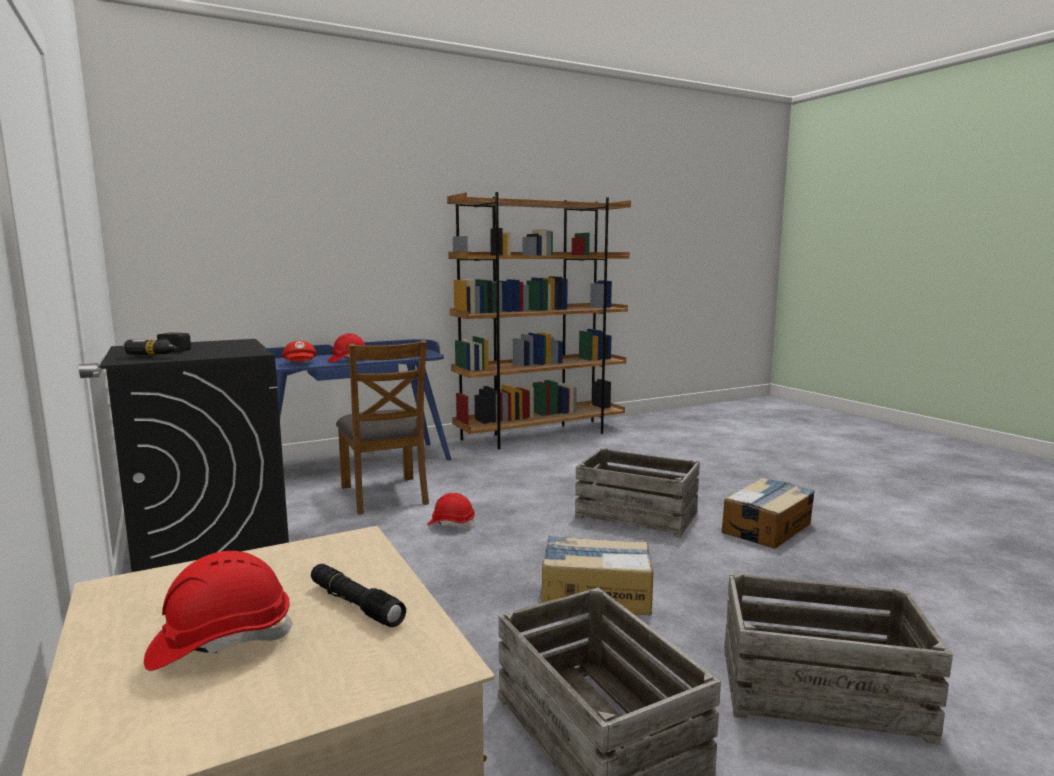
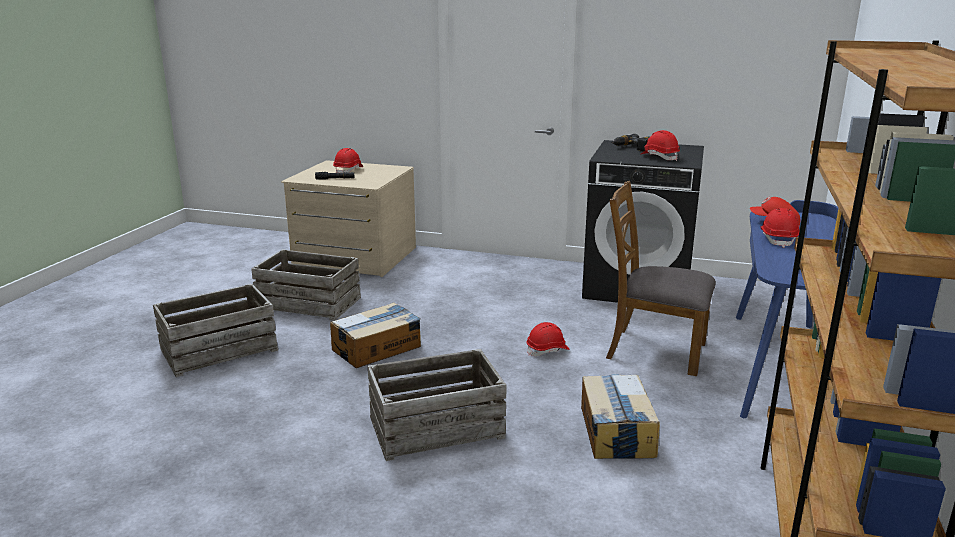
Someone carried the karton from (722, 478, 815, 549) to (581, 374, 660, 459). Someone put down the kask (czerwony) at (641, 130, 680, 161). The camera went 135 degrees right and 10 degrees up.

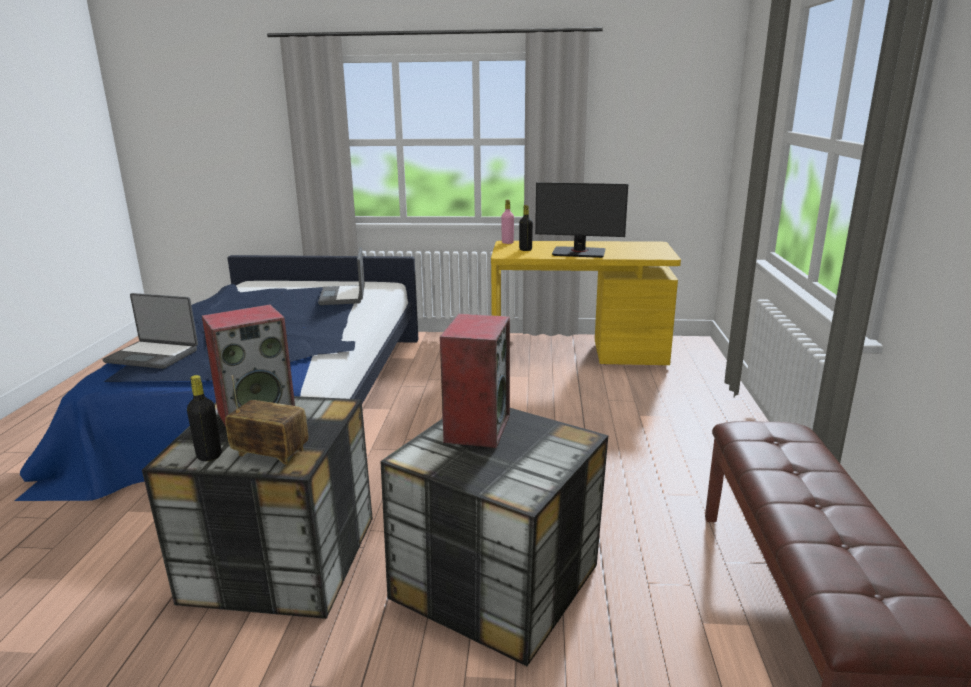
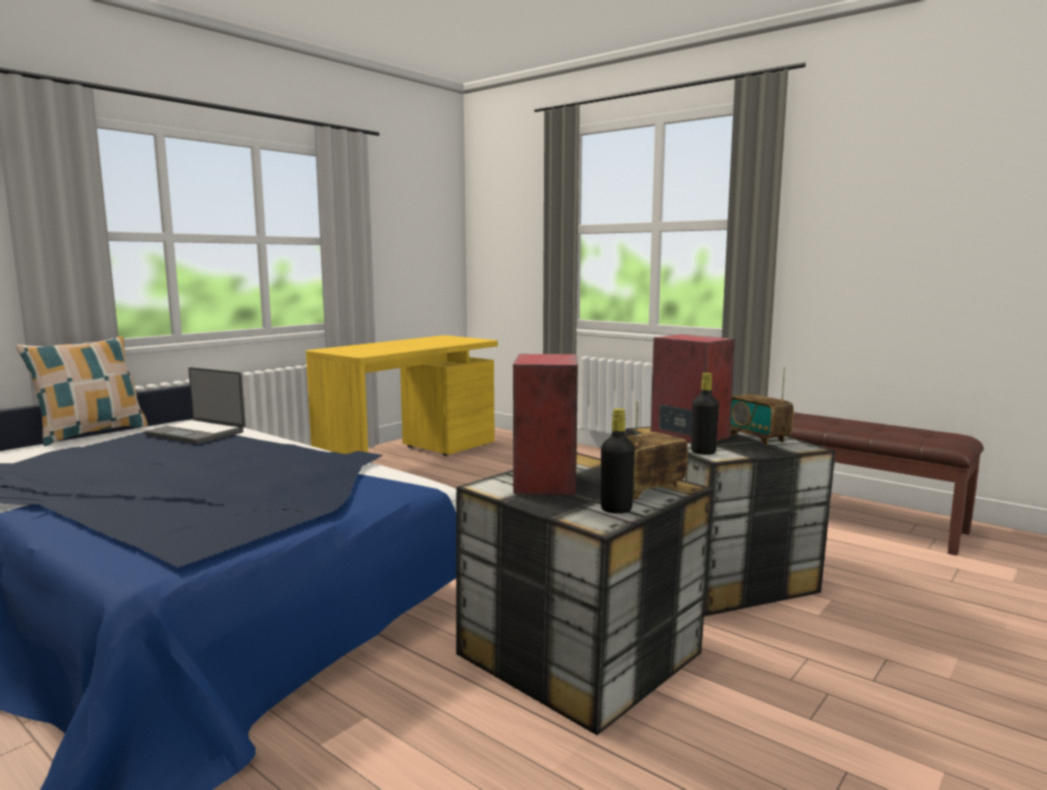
Someone put down the poduszka at (16, 336, 148, 446). Someone carried the butelka (czarny) from (519, 205, 533, 251) to (691, 373, 719, 455). Someone put down the radio at (730, 367, 794, 445). Someone took away the laptop at (102, 293, 198, 369). Someone took away the butelka (różowy) at (501, 200, 514, 244). Someone took away the monitor at (535, 182, 628, 258). The camera went 55 degrees left and 10 degrees down.

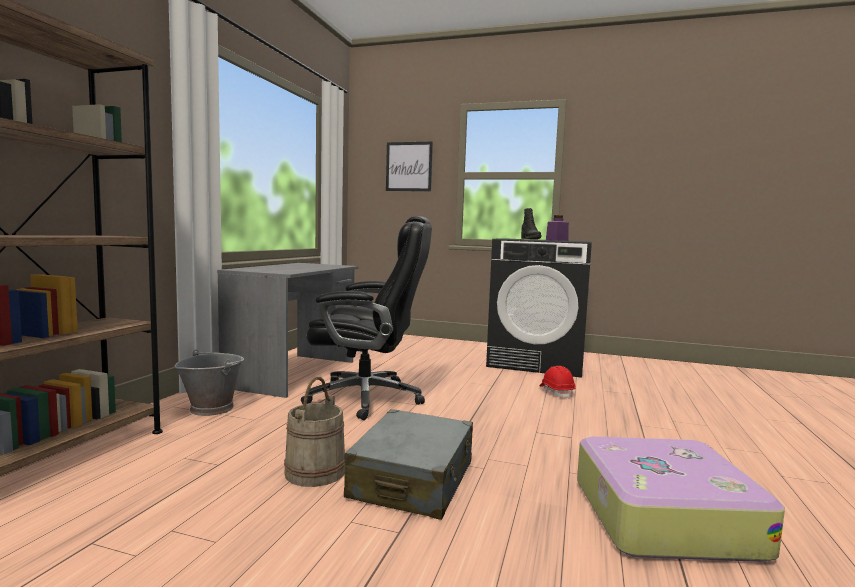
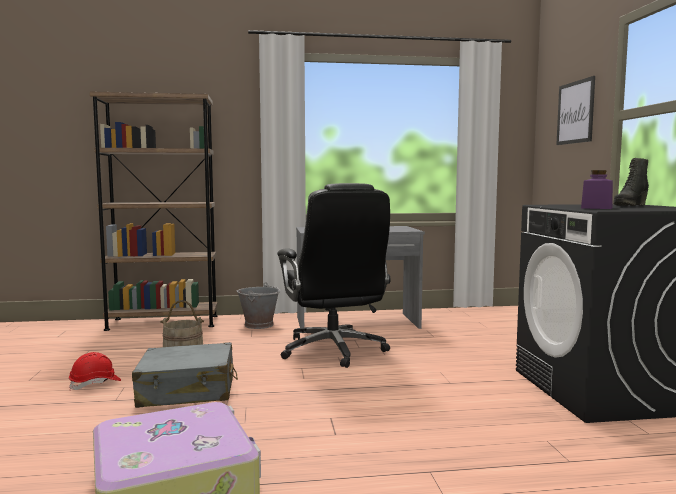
Someone carried the kask (czerwony) from (539, 366, 576, 399) to (69, 352, 121, 390). The camera went 65 degrees right and 0 degrees up.

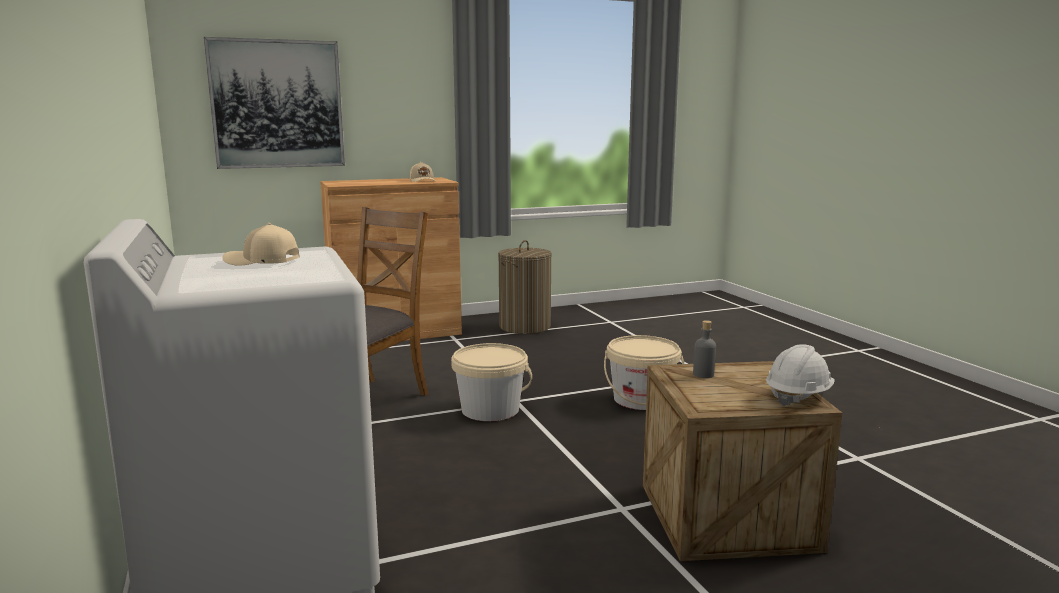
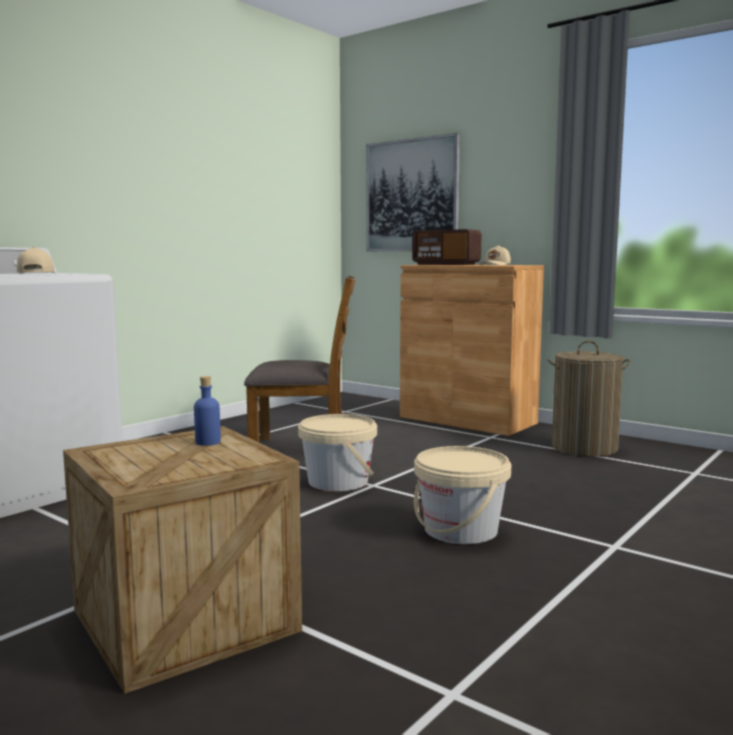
Someone repainted the butelka (szary) at (693, 320, 716, 378), which became the butelka (niebieski) at (194, 376, 221, 446). Someone put down the radio at (412, 229, 482, 265). Someone took away the kask (biały) at (766, 344, 835, 407). The camera went 60 degrees right and 5 degrees down.

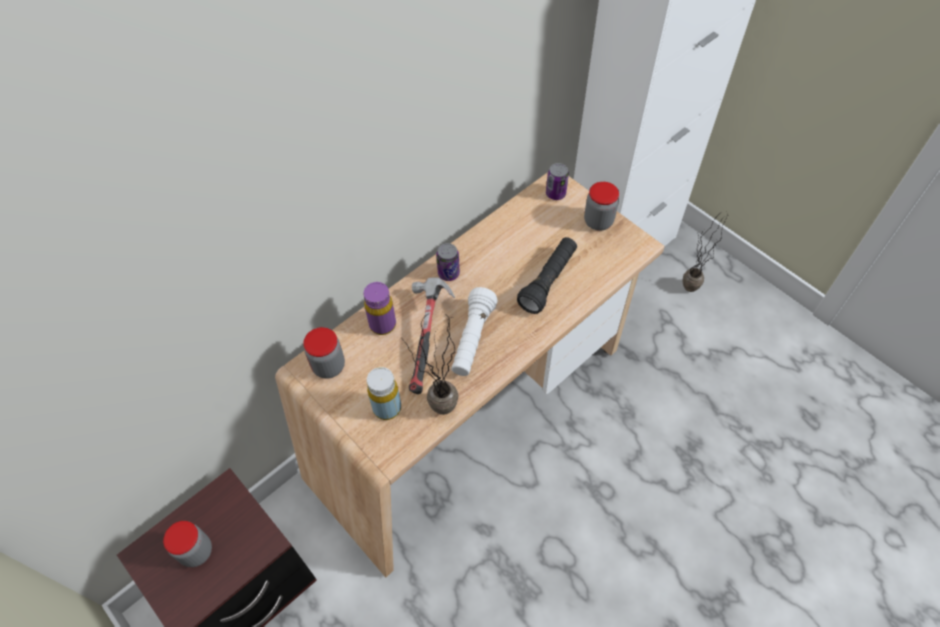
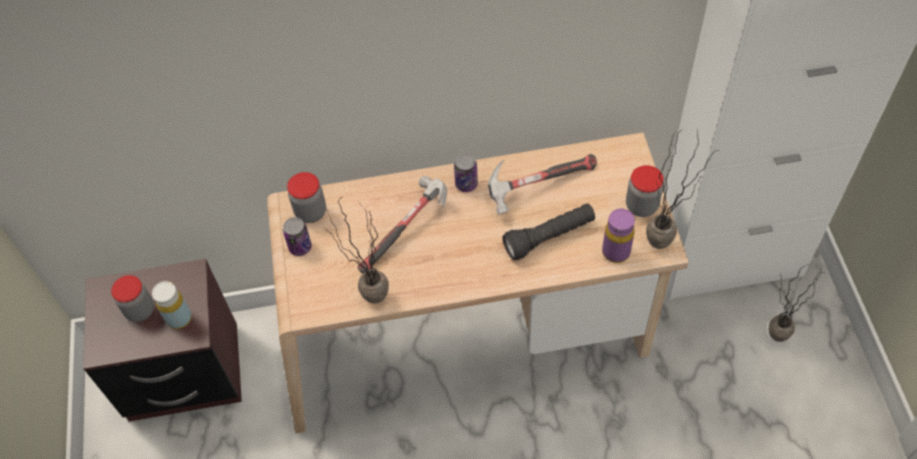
Someone carried the butelka (żółty) from (367, 367, 401, 420) to (152, 281, 192, 329). Someone carried the puszka from (546, 163, 569, 200) to (283, 217, 312, 256). Someone put down the młotek at (488, 154, 597, 215). Someone carried the butelka (fioletowy) from (363, 282, 396, 335) to (602, 209, 635, 263). Someone put down the roślina doniczkowa at (646, 129, 718, 249). Someone took away the latarka (biały) at (451, 287, 498, 376). The camera went 35 degrees right and 0 degrees up.

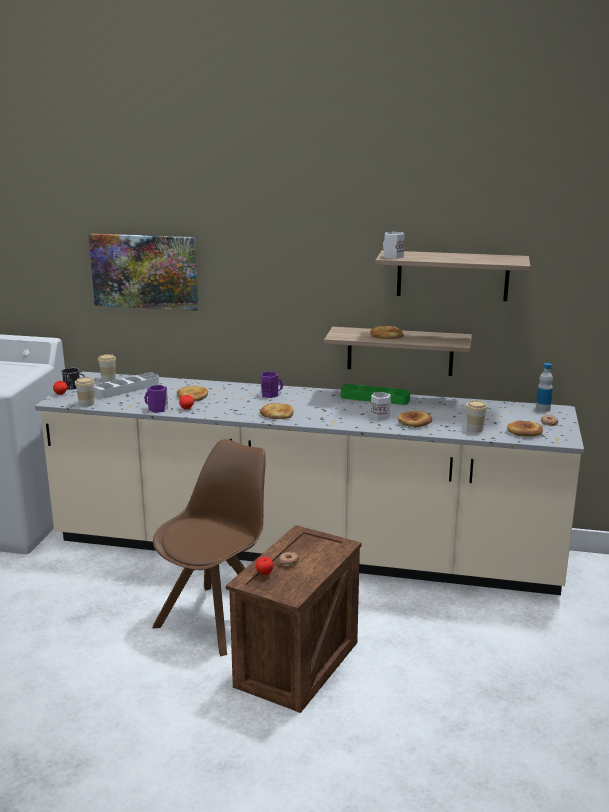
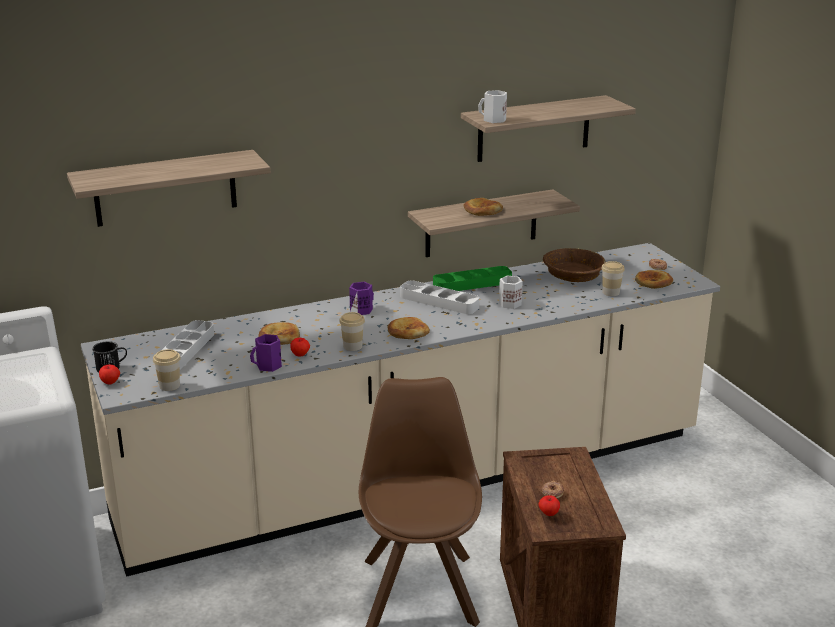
Someone swapped the obraz at (89, 233, 198, 311) for the półka at (67, 150, 271, 227). Someone carried the filiżanka from (98, 354, 116, 382) to (339, 312, 365, 351). Someone put down the taca (szary) at (400, 280, 479, 314). Someone put down the miska (brązowy) at (543, 248, 606, 282). Someone took away the chleb at (398, 411, 432, 427). Someone took away the butelka at (536, 363, 553, 412). The camera went 35 degrees left and 5 degrees up.

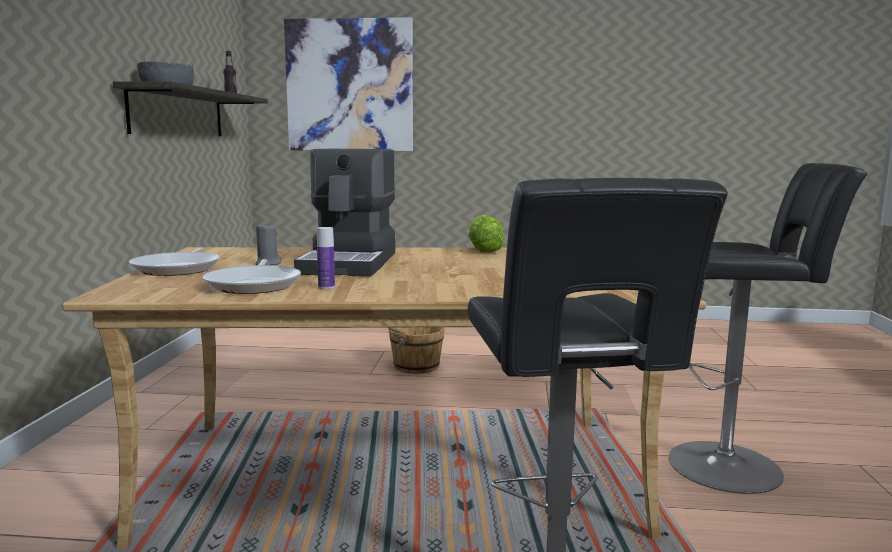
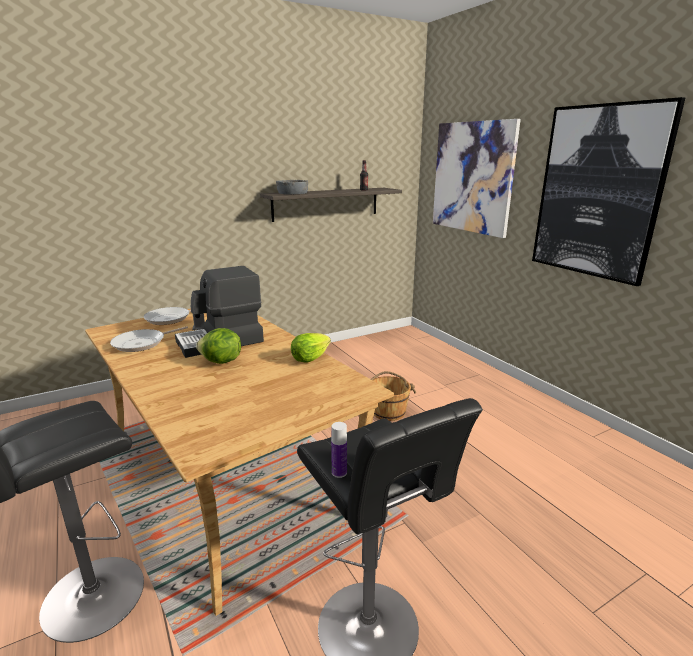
Someone put down the sałata at (196, 328, 241, 364). Someone carried the butelka from (317, 227, 335, 289) to (331, 422, 347, 478). Someone put up the obraz at (532, 97, 685, 286). The camera went 55 degrees right and 10 degrees up.

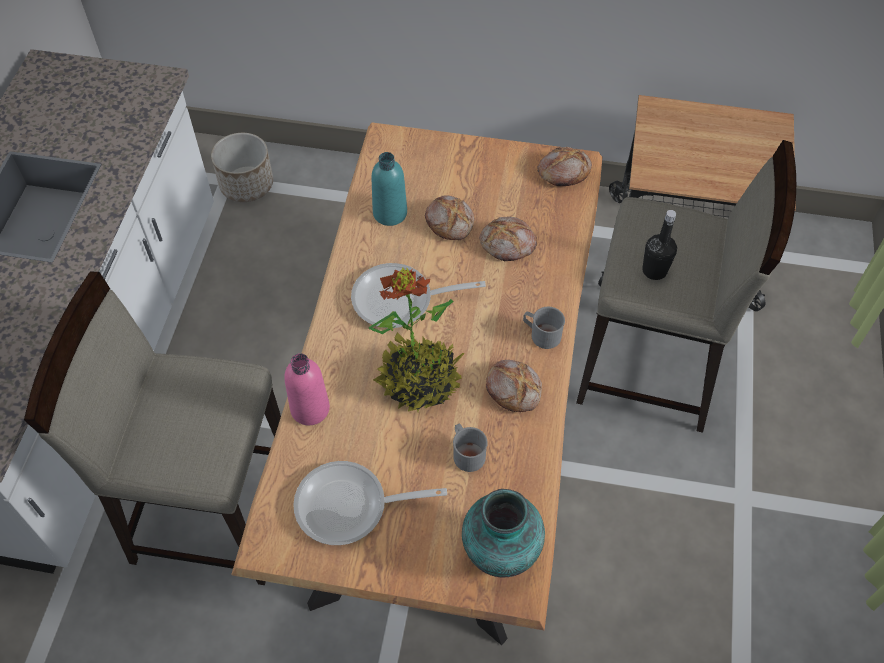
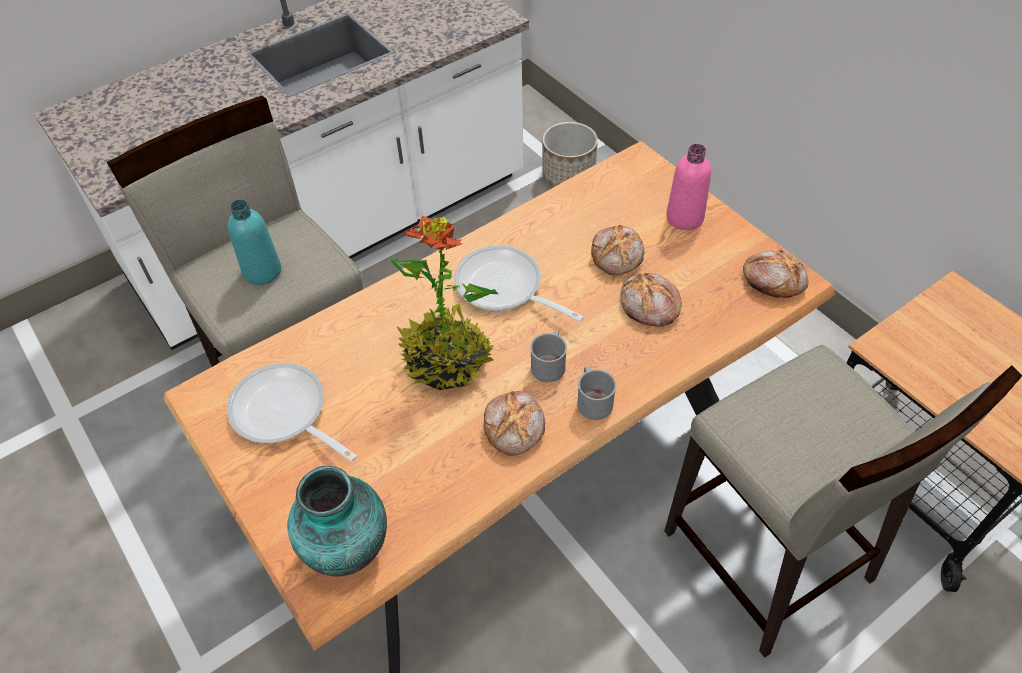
Someone carried the butelka (turkusowy) from (371, 152, 407, 226) to (228, 199, 281, 285). Someone carried the kubek (szary) from (453, 423, 488, 472) to (530, 331, 567, 382). Someone carried the butelka (różowy) from (284, 353, 330, 425) to (666, 144, 711, 230). Someone took away the butelka (czarny) at (642, 210, 677, 280). The camera went 45 degrees right and 5 degrees down.

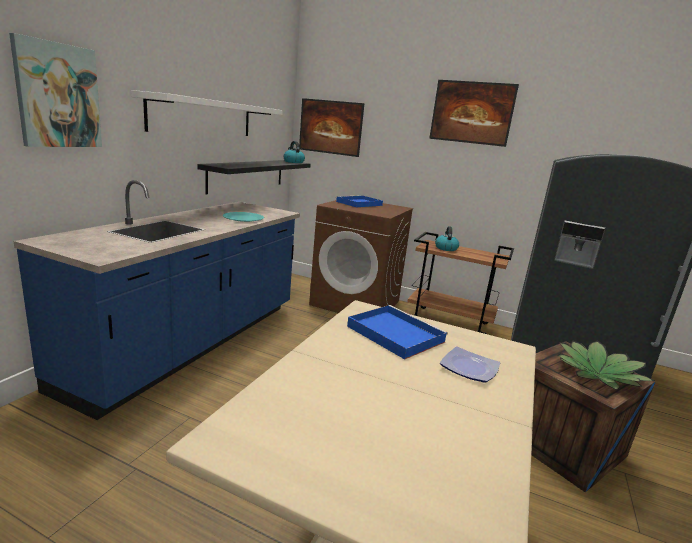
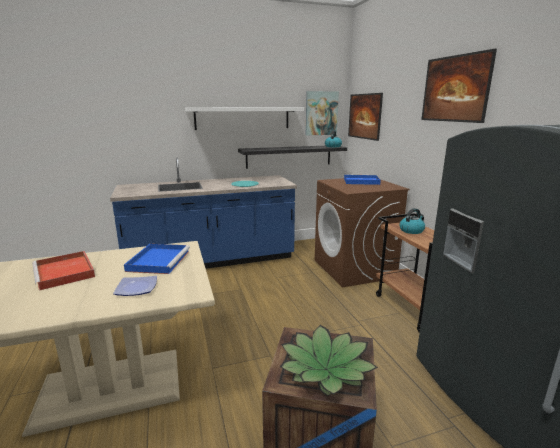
Someone put down the taca (czerwony) at (32, 251, 95, 291). Someone carried the obraz from (9, 33, 102, 147) to (306, 91, 339, 135). The camera went 50 degrees right and 0 degrees up.

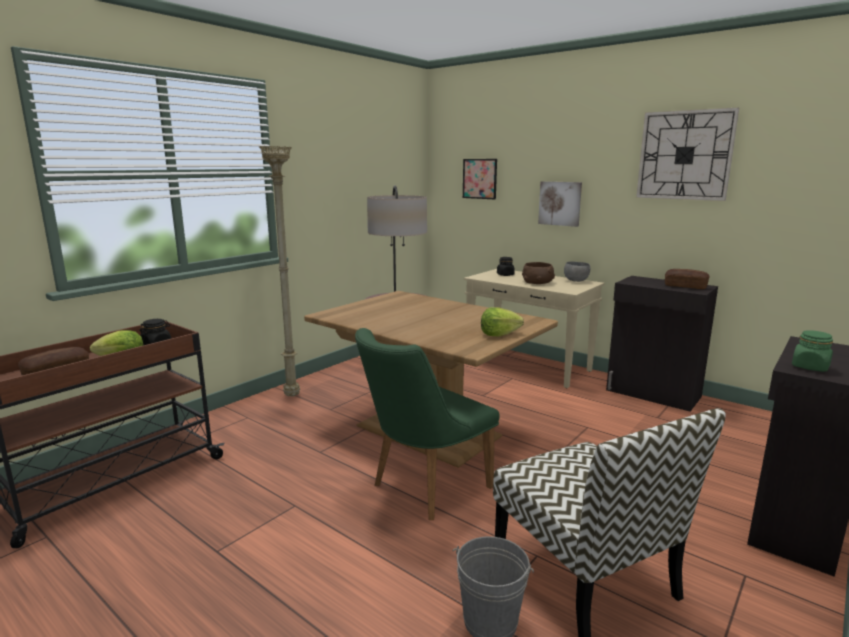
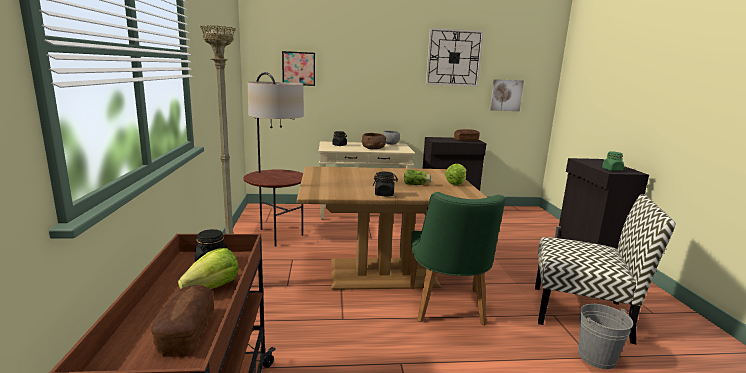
Someone put down the słoik (czarny) at (373, 172, 398, 196). Someone put down the sałata at (404, 169, 432, 185). Someone carried the obraz from (538, 181, 582, 227) to (490, 79, 524, 111). The camera went 45 degrees left and 0 degrees up.

